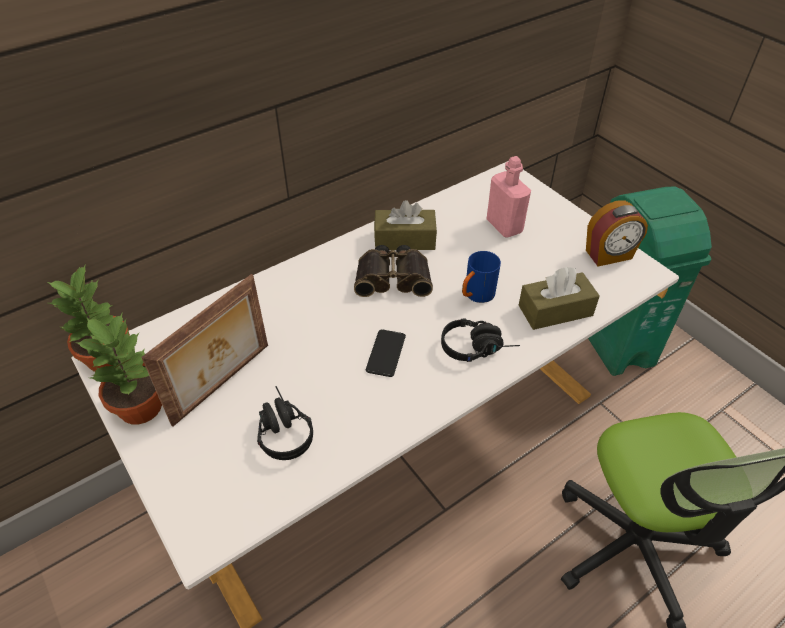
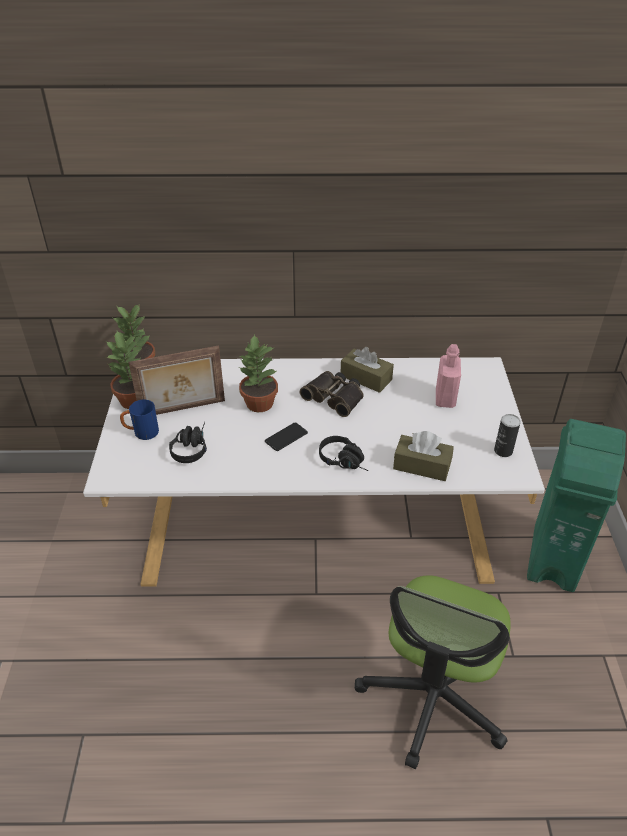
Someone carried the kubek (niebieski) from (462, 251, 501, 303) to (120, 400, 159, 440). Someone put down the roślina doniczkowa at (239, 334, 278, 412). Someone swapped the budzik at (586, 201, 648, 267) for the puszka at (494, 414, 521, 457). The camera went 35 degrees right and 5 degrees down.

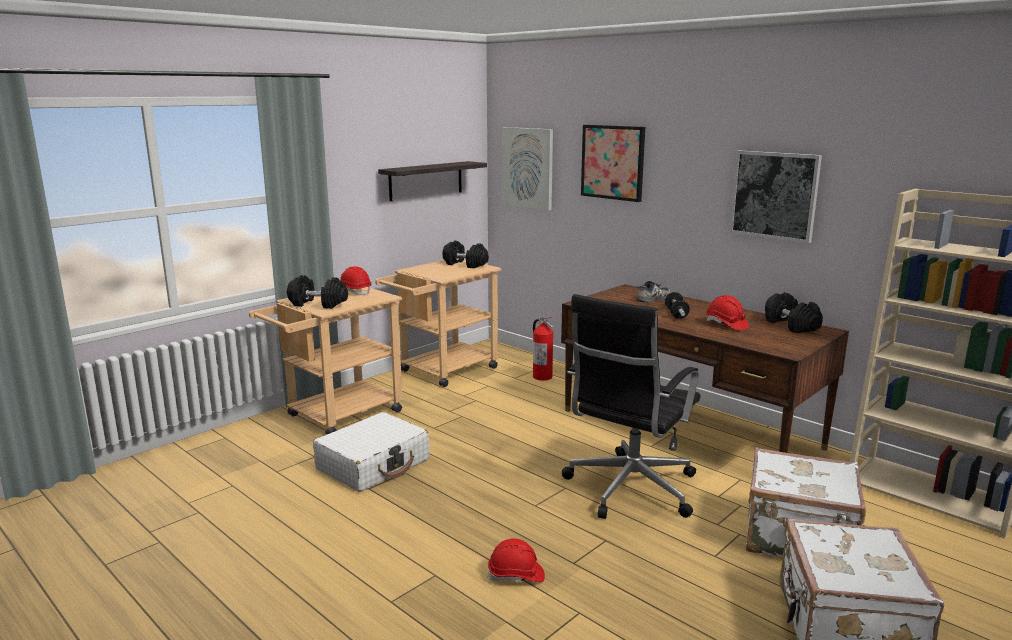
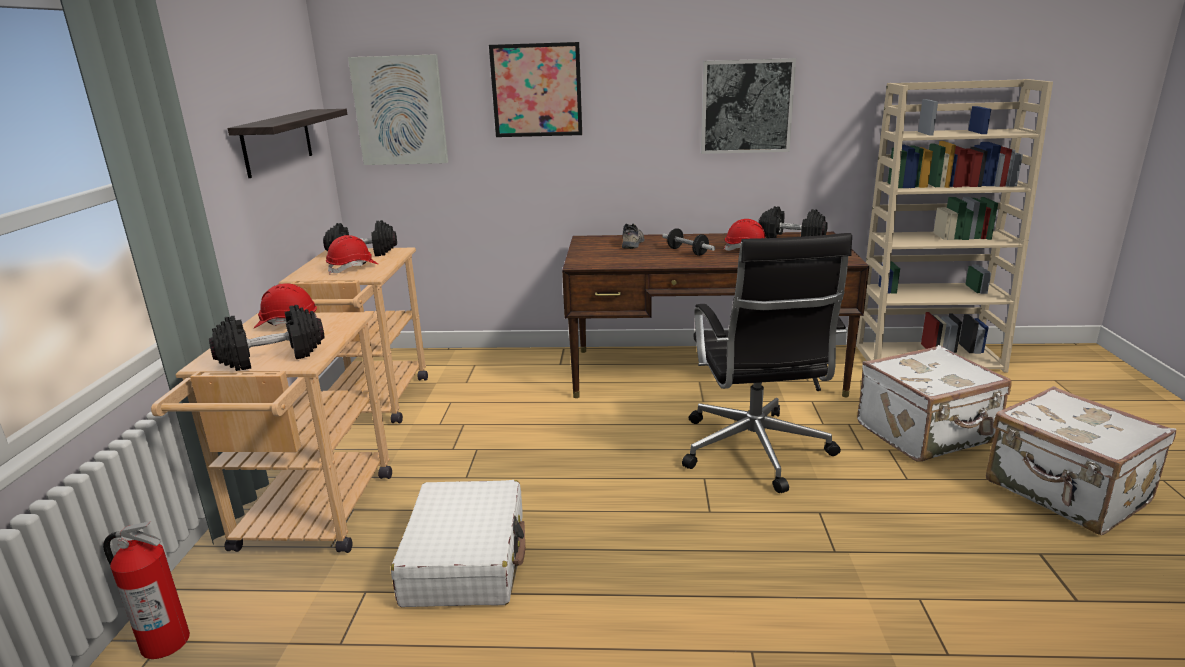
Someone carried the gaśnica from (533, 317, 554, 381) to (103, 521, 190, 659). Someone carried the kask (czerwony) from (487, 538, 545, 582) to (326, 235, 379, 274). The camera went 40 degrees left and 5 degrees up.

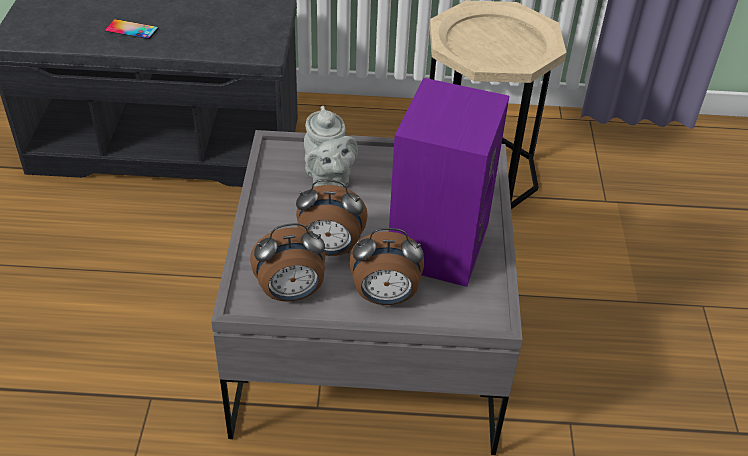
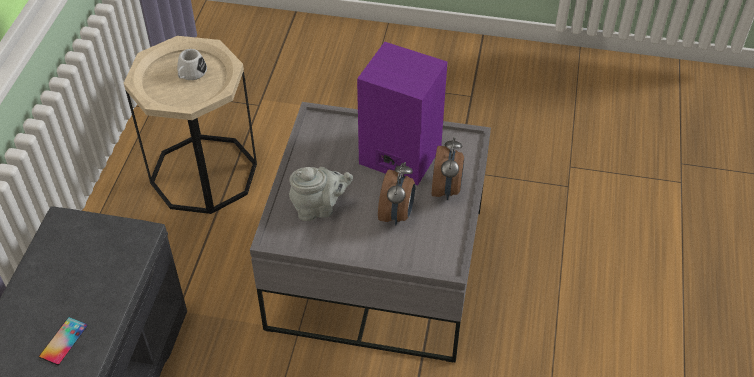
Someone put down the kubek (biały) at (177, 49, 207, 80). Someone took away the budzik at (250, 223, 325, 302). The camera went 80 degrees left and 5 degrees up.

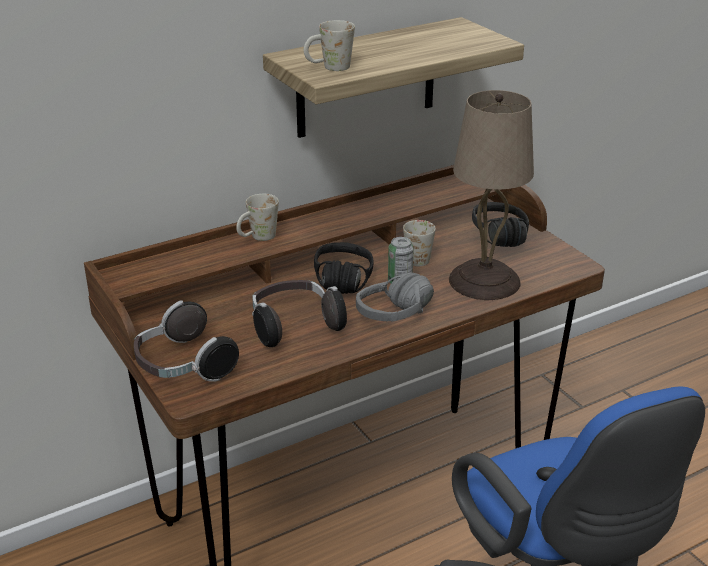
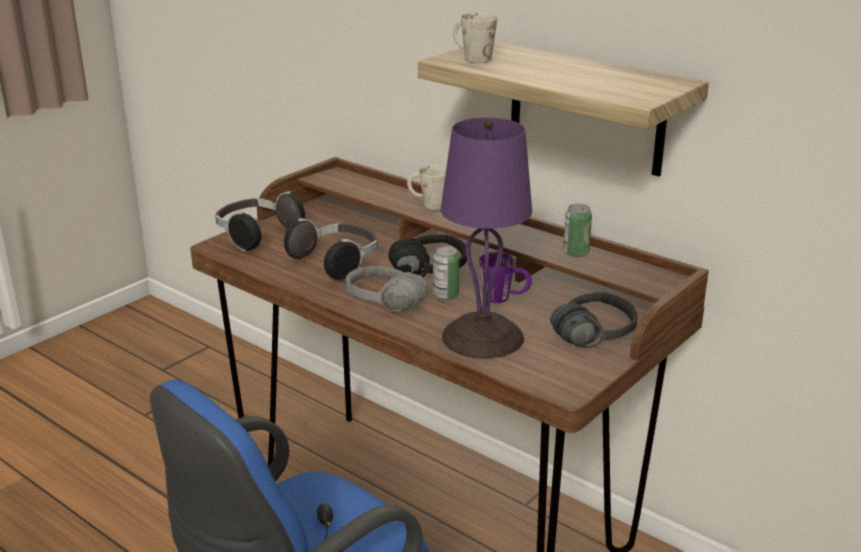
Someone repainted the lampa stołowa (beżowy) at (449, 90, 534, 300), which became the lampa stołowa (fioletowy) at (440, 117, 532, 359). Someone repainted the kubek (biały) at (403, 220, 436, 266), which became the kubek (fioletowy) at (479, 252, 532, 303). Someone put down the puszka at (563, 204, 592, 257). The camera went 70 degrees right and 5 degrees down.

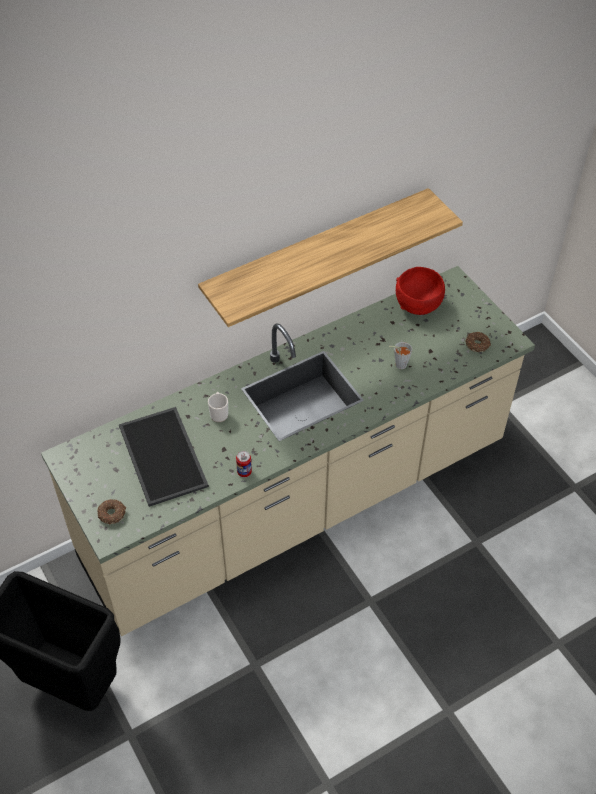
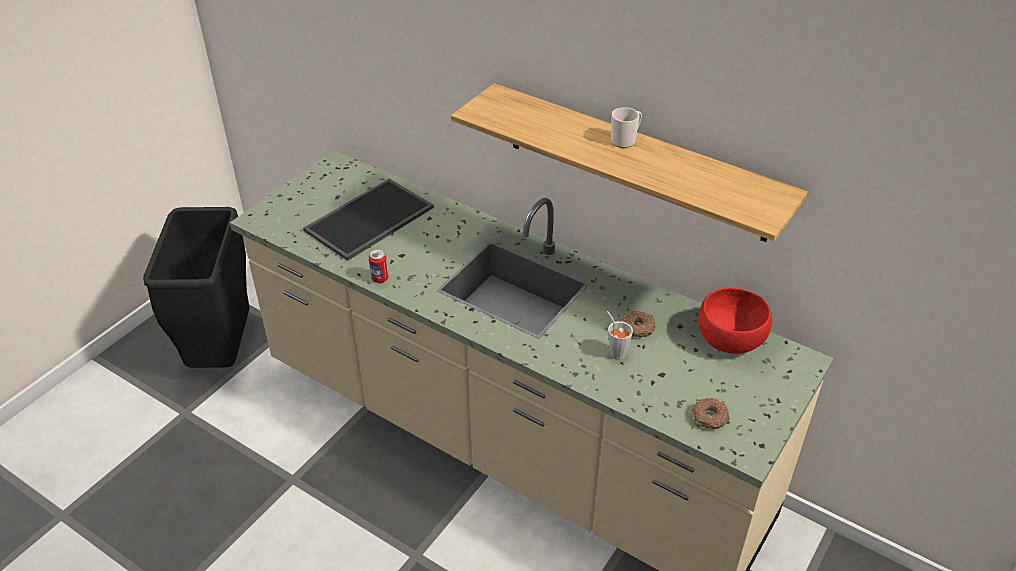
Someone carried the kubek from (208, 392, 228, 422) to (611, 107, 642, 148). Someone carried the donut from (97, 499, 126, 524) to (623, 311, 655, 338). The camera went 65 degrees right and 10 degrees down.

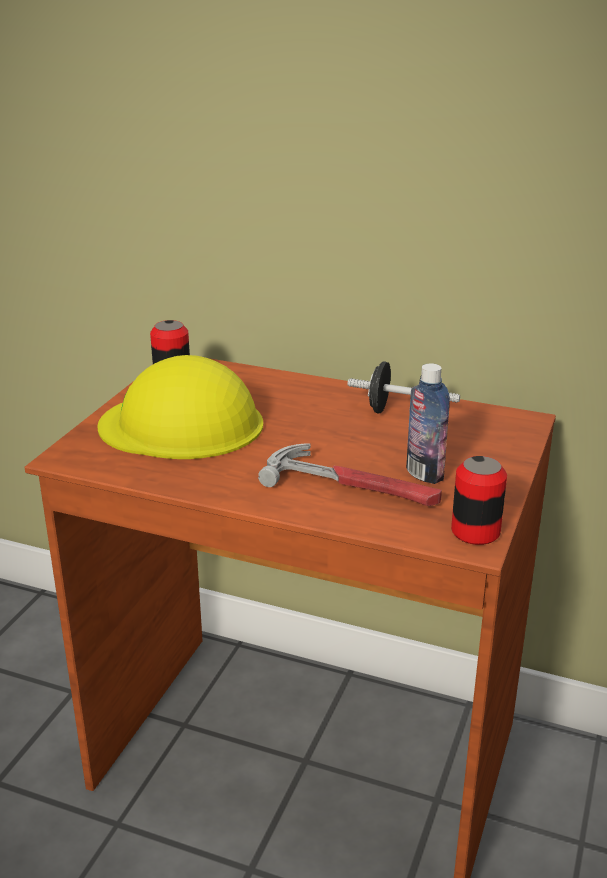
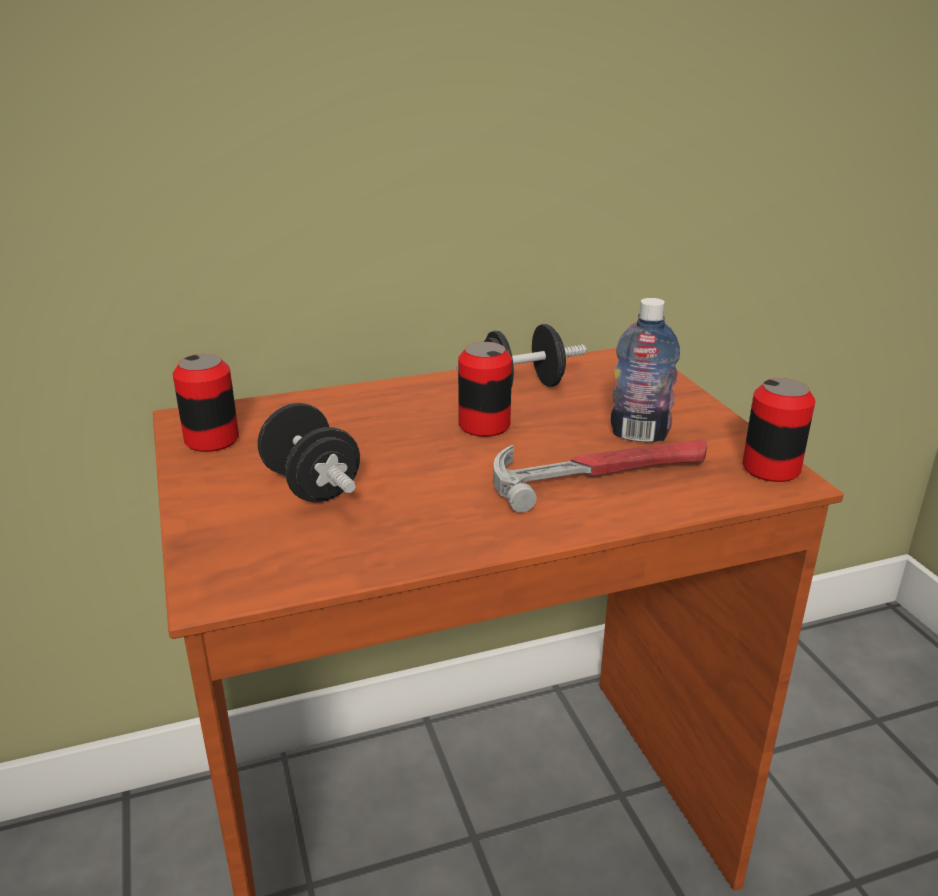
Someone swapped the kask (żółty) at (97, 355, 263, 459) for the hantel (czarny) at (258, 403, 360, 503). Someone put down the puszka at (458, 342, 512, 437). The camera went 40 degrees left and 0 degrees up.

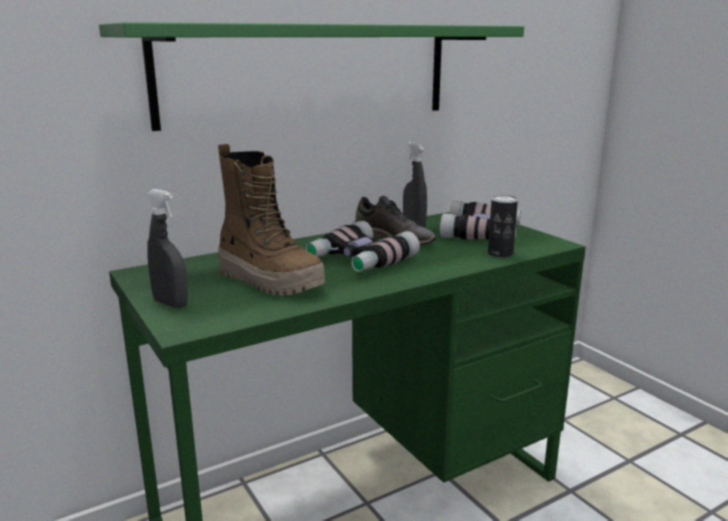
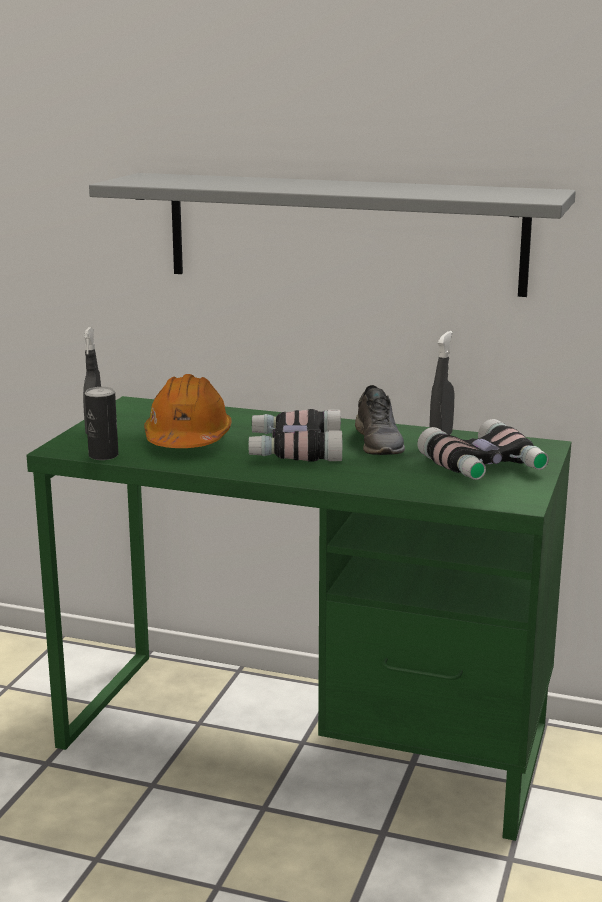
Someone carried the puszka from (488, 195, 518, 258) to (85, 387, 119, 460). Someone repainted the półka (zielony) at (99, 22, 524, 131), which became the półka (szary) at (89, 173, 576, 297). Someone swapped the but z cholewką at (218, 144, 325, 296) for the kask (pomarańczowy) at (144, 374, 232, 448). The camera went 50 degrees right and 0 degrees up.

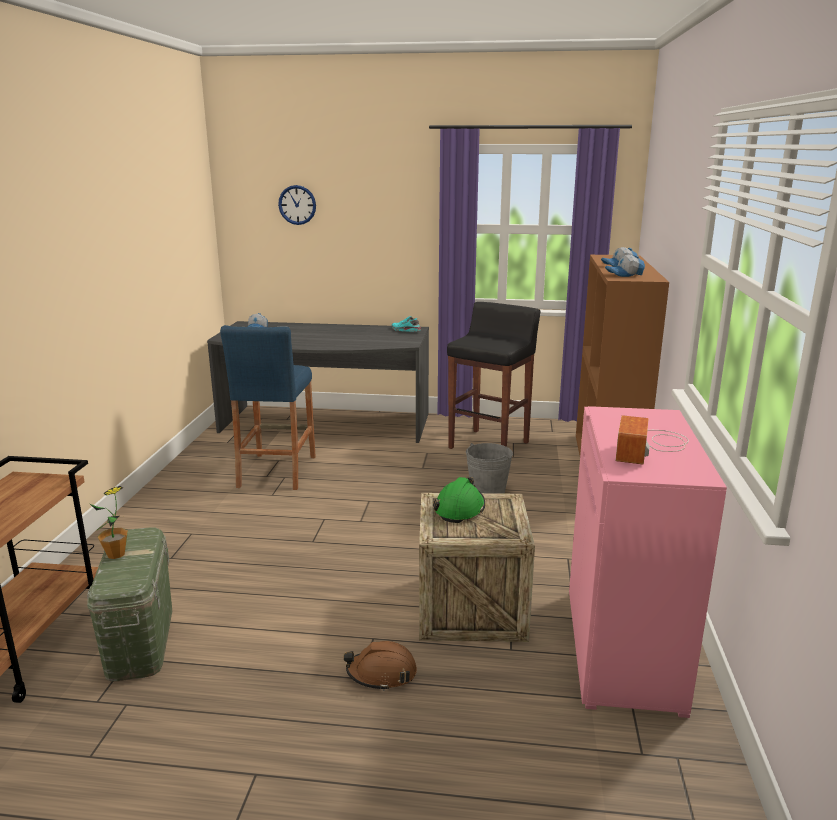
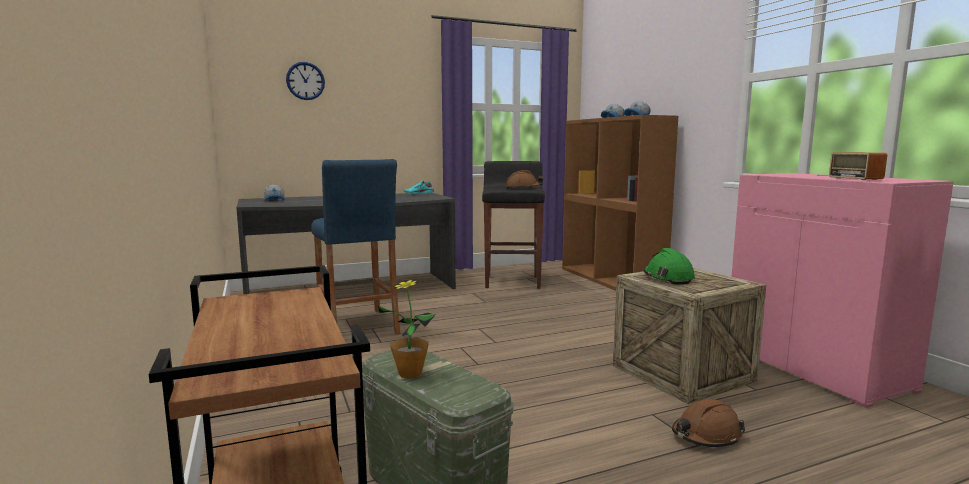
Someone put down the kask (brązowy) at (506, 170, 544, 189). Someone took away the wiadro (szary) at (466, 443, 513, 494). The camera went 30 degrees left and 10 degrees down.

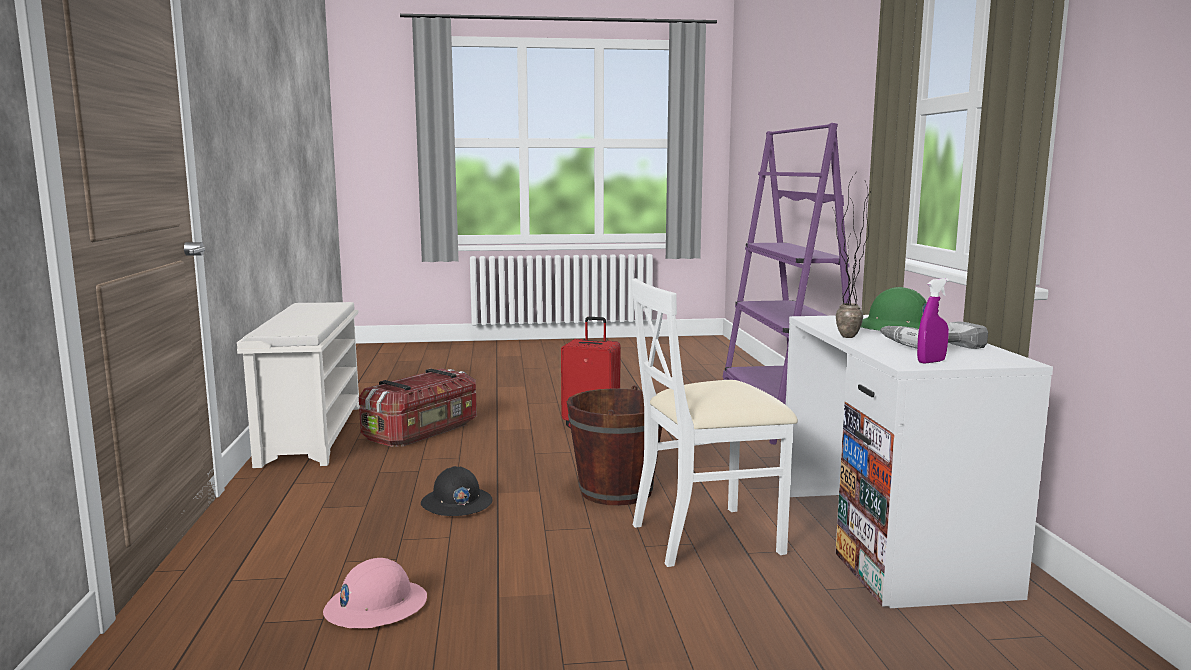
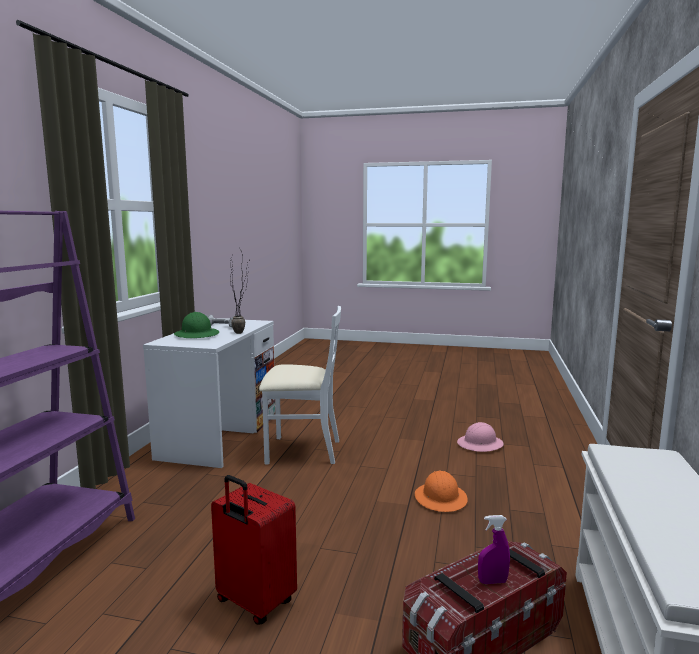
Someone repainted the kask (czarny) at (421, 466, 492, 516), which became the kask (pomarańczowy) at (415, 471, 468, 512). Someone carried the spryskiwacz (fioletowy) from (917, 278, 949, 364) to (478, 515, 510, 584). Someone took away the wiadro (brązowy) at (567, 385, 662, 506). The camera went 160 degrees left and 0 degrees up.

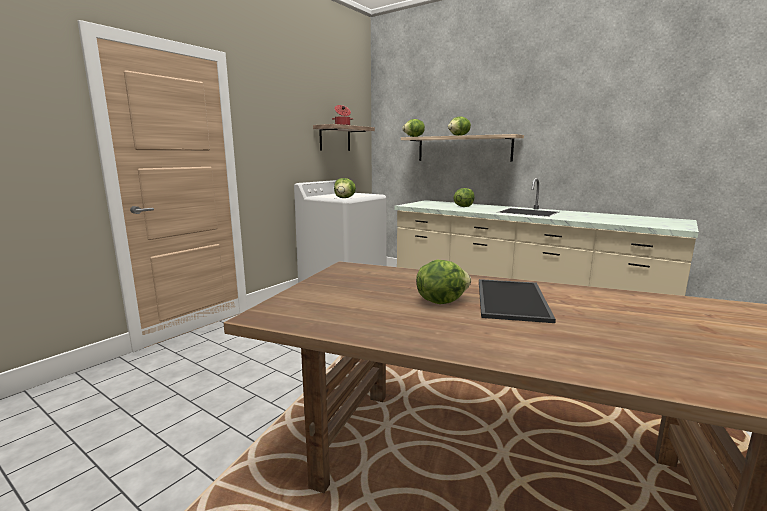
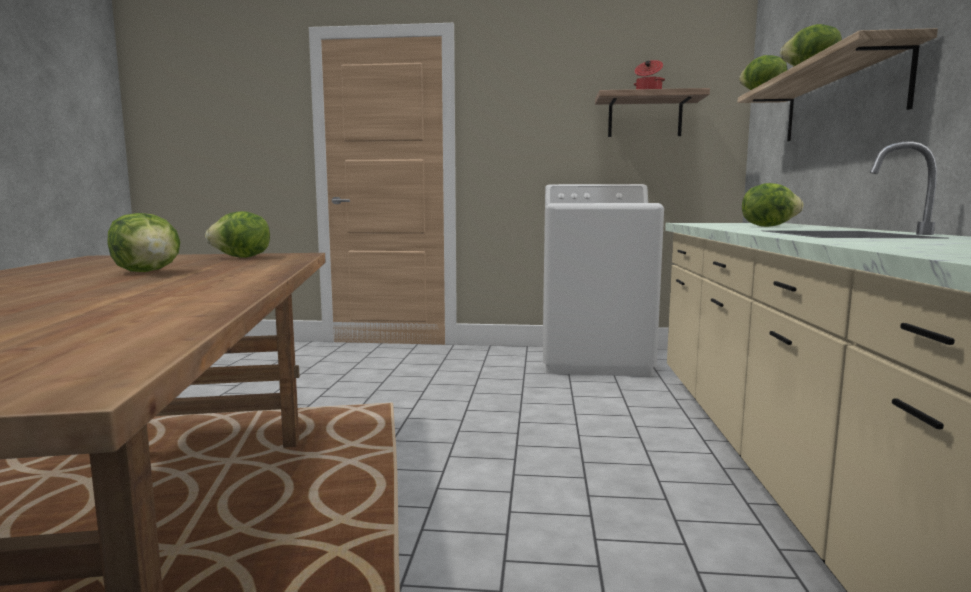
Someone carried the sałata from (334, 178, 356, 198) to (205, 211, 270, 258). Someone took away the taca at (479, 279, 556, 323). The camera went 60 degrees right and 5 degrees down.

